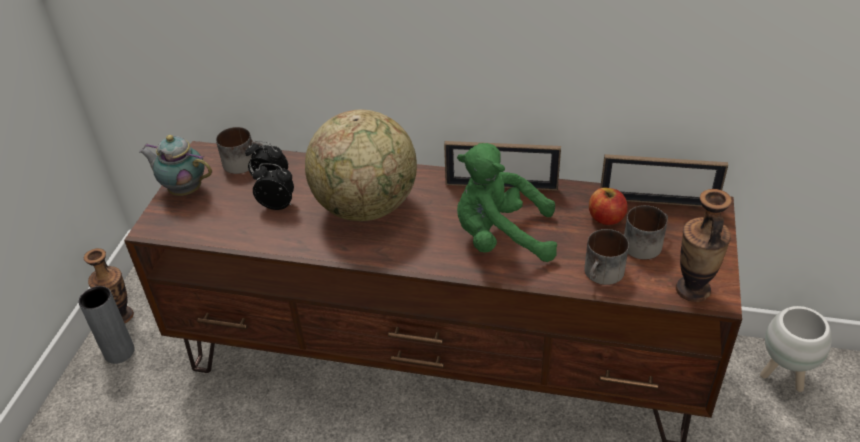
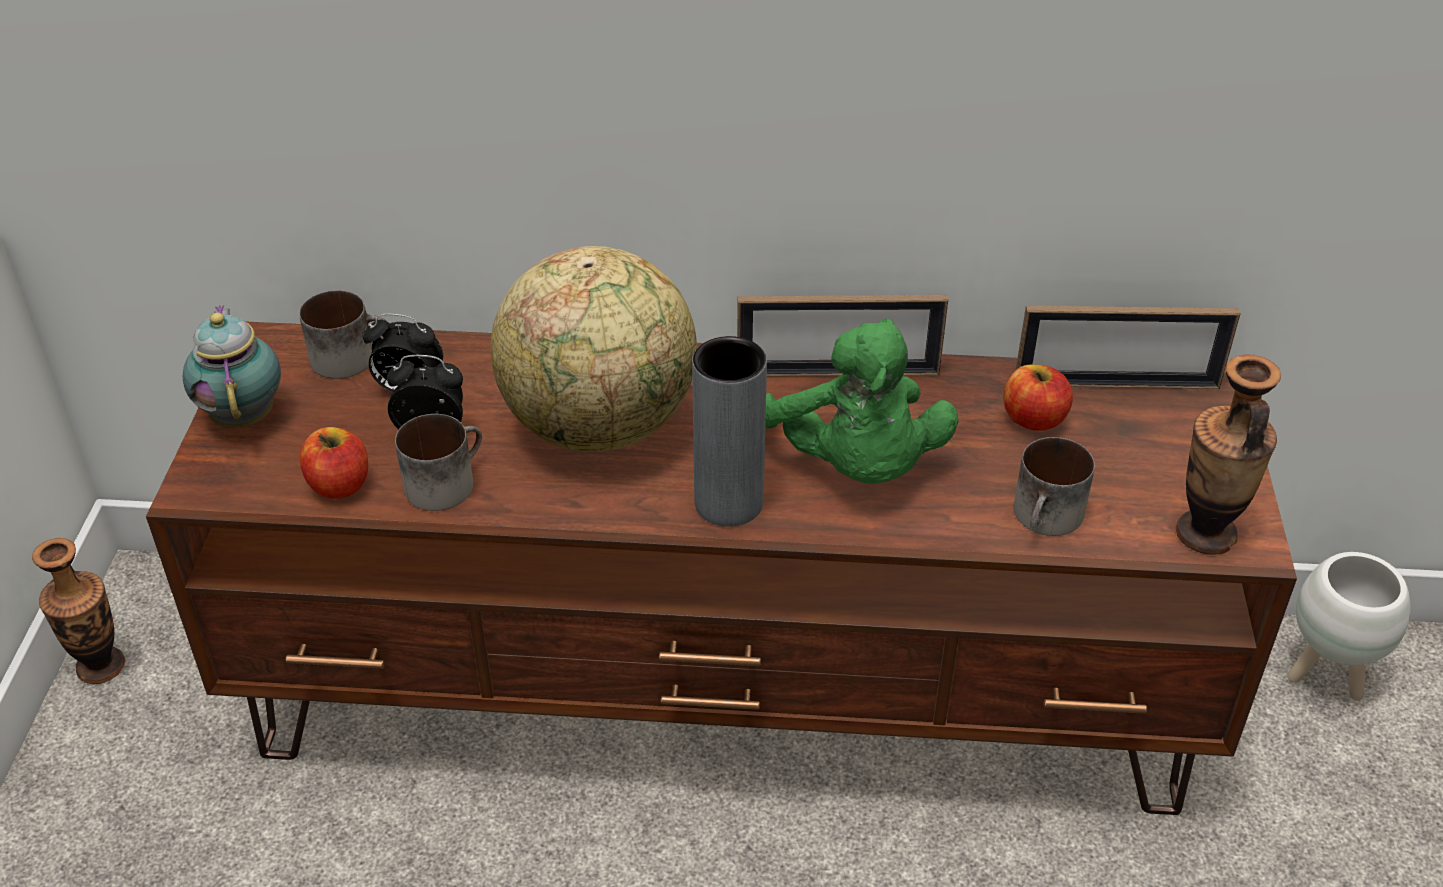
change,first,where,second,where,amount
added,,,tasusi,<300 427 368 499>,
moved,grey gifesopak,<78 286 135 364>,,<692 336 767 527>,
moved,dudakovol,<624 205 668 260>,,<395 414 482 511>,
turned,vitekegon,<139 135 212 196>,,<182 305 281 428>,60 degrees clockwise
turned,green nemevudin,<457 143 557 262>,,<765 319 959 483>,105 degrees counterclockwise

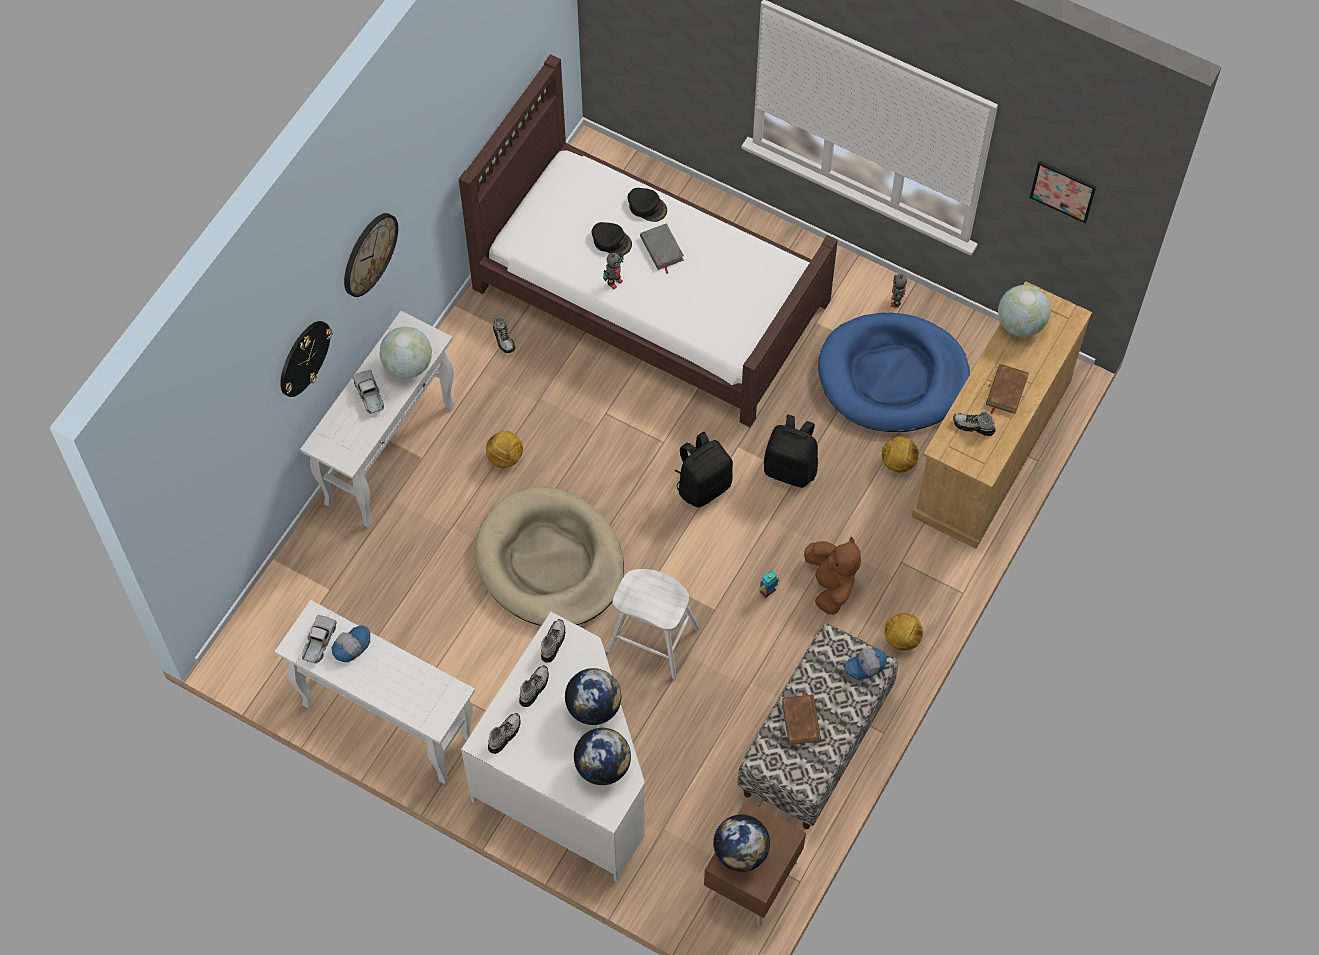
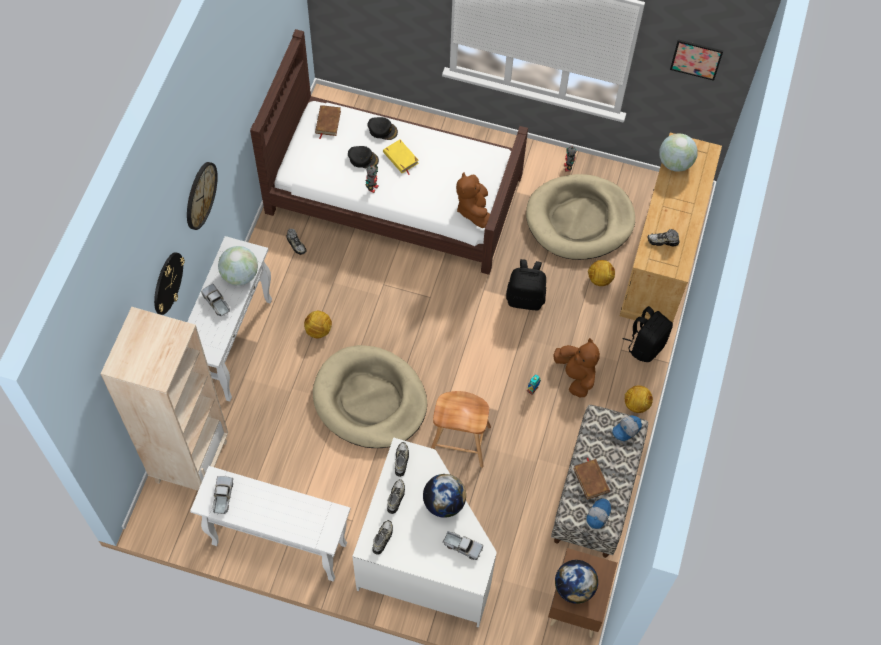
change,first,where,second,where,amount
added,,,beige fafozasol,<101 307 228 491>,
added,,,brown nemevudin,<456 172 490 228>,
moved,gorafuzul,<332 625 370 662>,,<586 499 611 529>,
moved,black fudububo,<675 432 733 508>,,<623 306 673 362>,
moved,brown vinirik,<986 364 1029 414>,,<315 105 341 139>,
replaced,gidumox,<574 728 631 785>,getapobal,<443 531 483 560>,
recoloured,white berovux,<607 569 700 679>,brown berovux,<431 391 491 468>,
recoloured,grey vinirik,<640 223 684 274>,yellow vinirik,<383 140 419 175>,
recoloured,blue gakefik,<818 313 970 432>,beige gakefik,<526 174 635 260>,

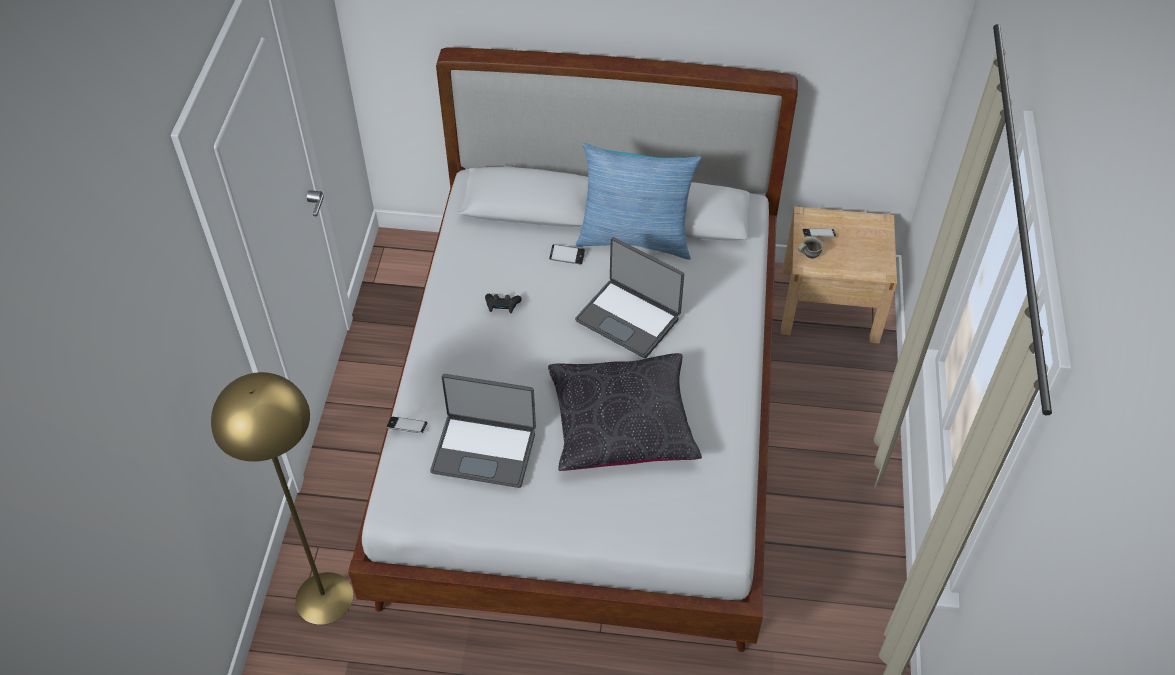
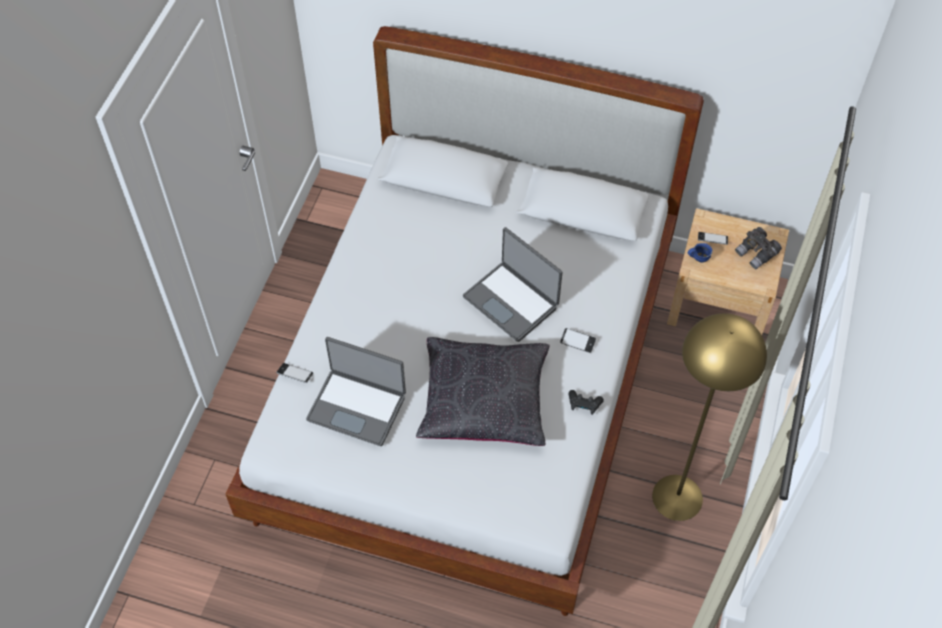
change,first,where,second,where,amount
removed,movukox,<576 143 701 260>,,,
added,,,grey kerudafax,<735 227 782 269>,
moved,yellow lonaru,<211 372 353 625>,,<652 313 767 521>,
moved,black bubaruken,<485 294 522 313>,,<569 390 604 415>,
moved,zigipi,<549 244 585 265>,,<560 328 596 353>,
recoloured,grey dudakovol,<798 238 823 258>,blue dudakovol,<688 243 712 263>,

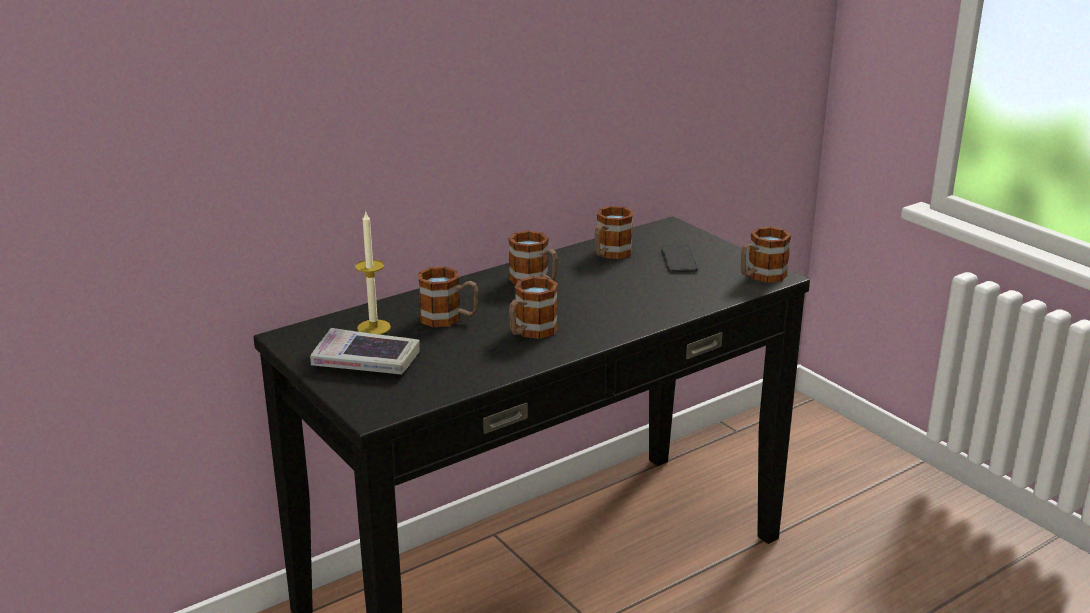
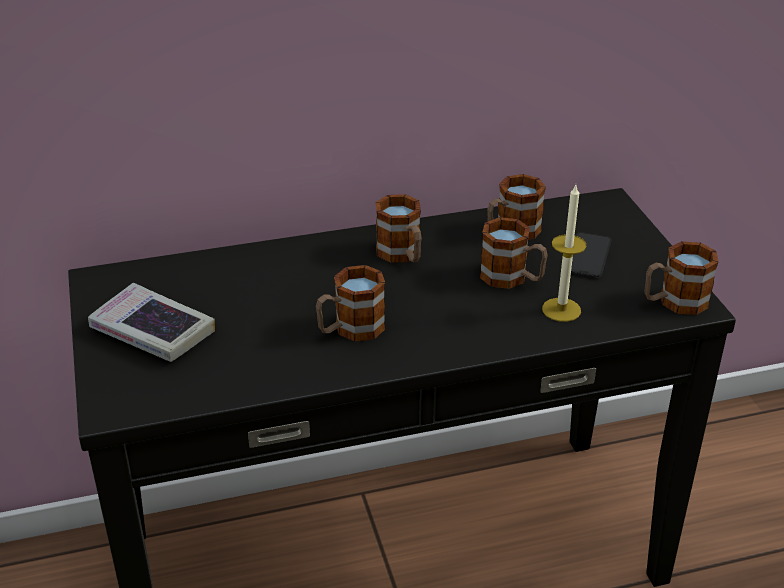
change,first,where,second,where,amount
moved,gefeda,<355 210 391 335>,,<542 185 586 322>,
moved,dudakovol,<418 266 478 327>,,<479 217 548 289>,

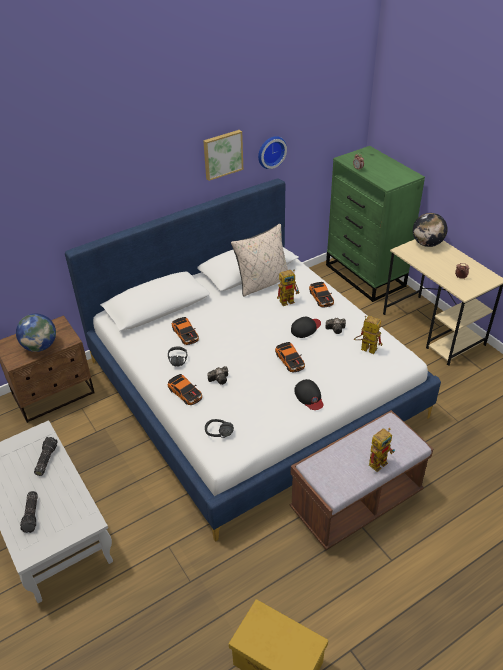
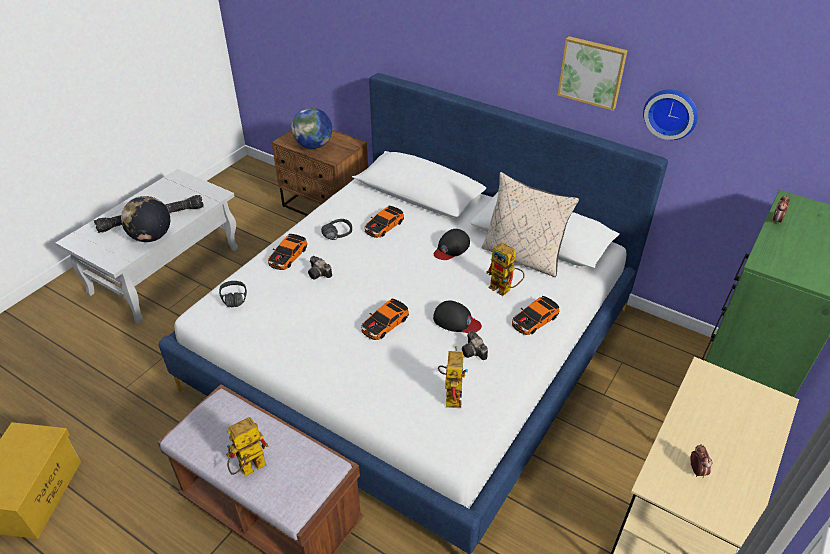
change,first,where,second,where,amount
moved,black gorafuzul,<294 379 323 410>,,<434 229 470 260>,
moved,gidumox,<413 213 448 247>,,<121 196 170 242>,
turned,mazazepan,<369 428 395 472>,,<226 417 269 476>,120 degrees clockwise

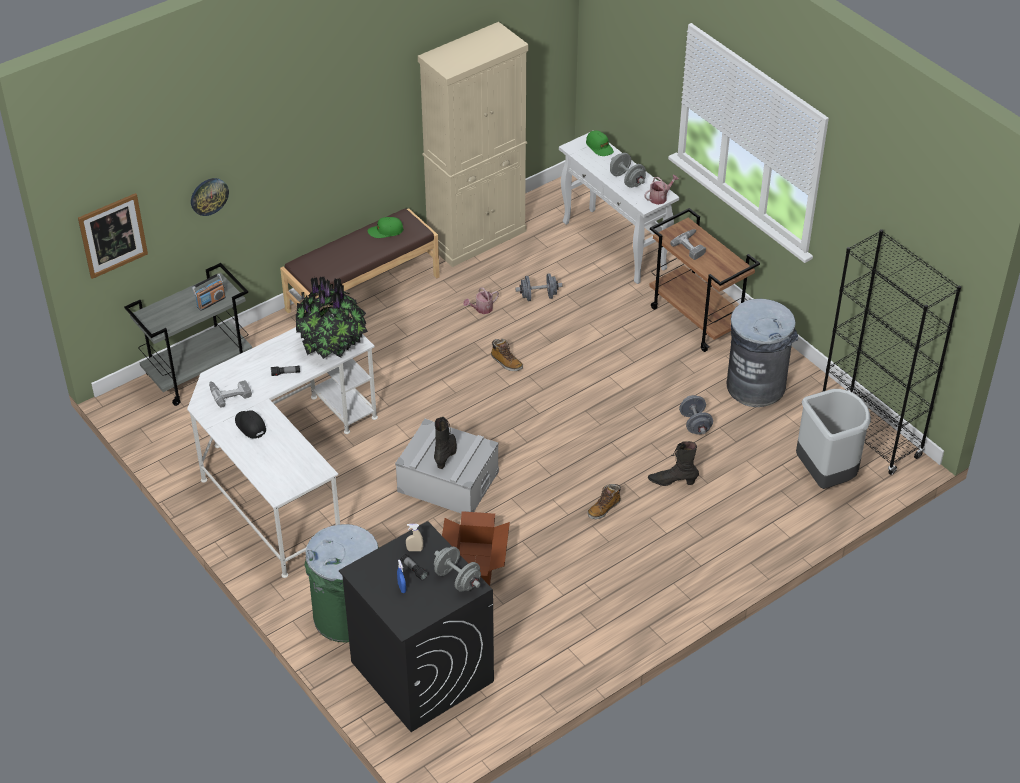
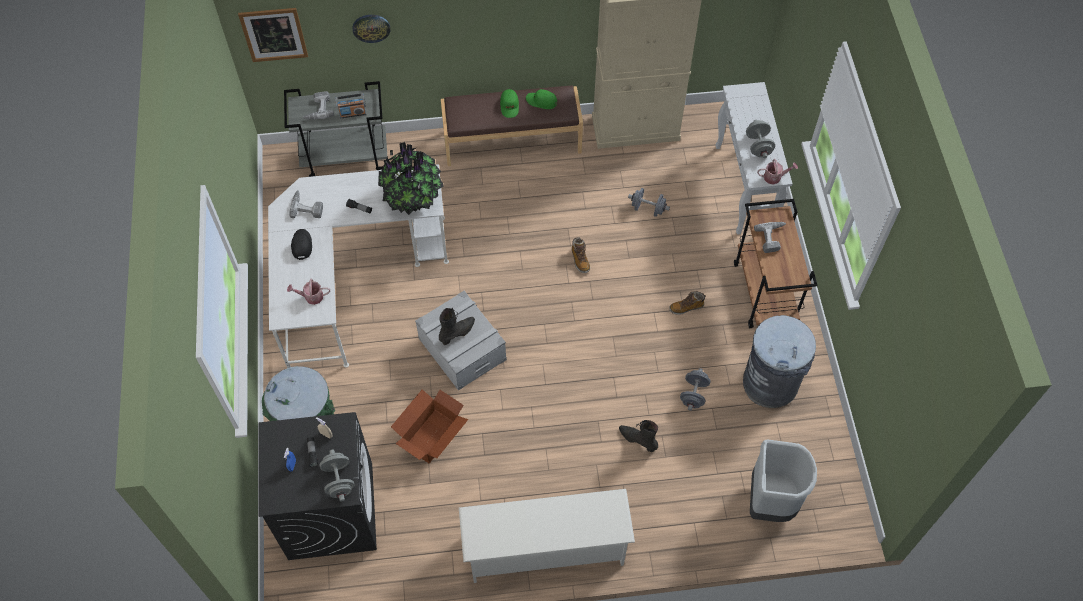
change,first,where,second,where,amount
removed,black fafozasol,<823 229 961 475>,,,
added,,,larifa,<303 91 334 119>,
added,,,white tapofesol,<459 489 635 583>,
moved,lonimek,<463 288 499 314>,,<287 279 330 305>,
moved,green gorafuzul,<586 130 614 156>,,<500 89 519 118>,
moved,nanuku,<587 484 621 519>,,<669 291 706 315>,

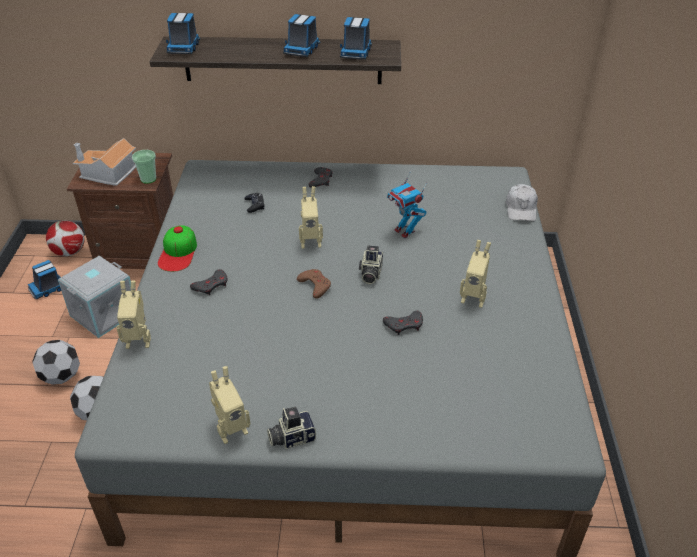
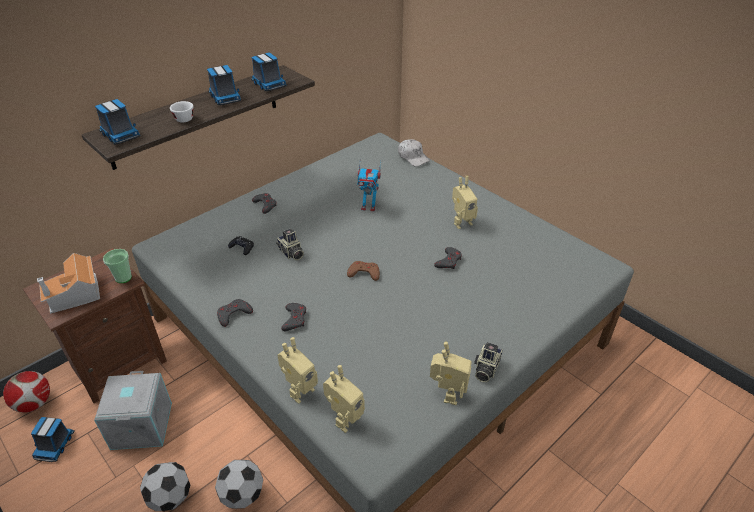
change,first,where,second,where,amount
added,,,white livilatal,<170 101 193 123>,
moved,mazazepan,<299 186 323 249>,,<323 365 365 433>,
moved,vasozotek,<359 245 383 284>,,<276 229 304 260>,
replaced,gorafuzul,<158 225 197 272>,grey bubaruken,<217 299 253 327>,

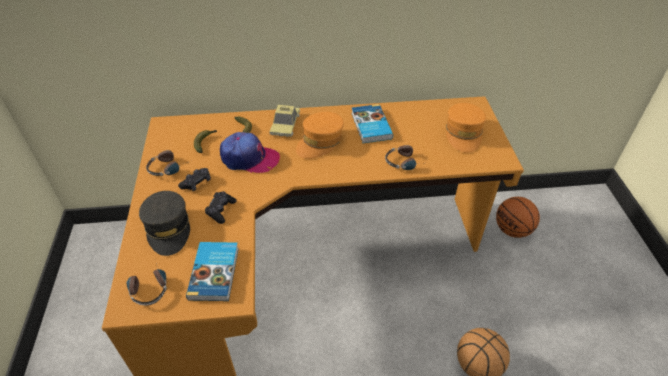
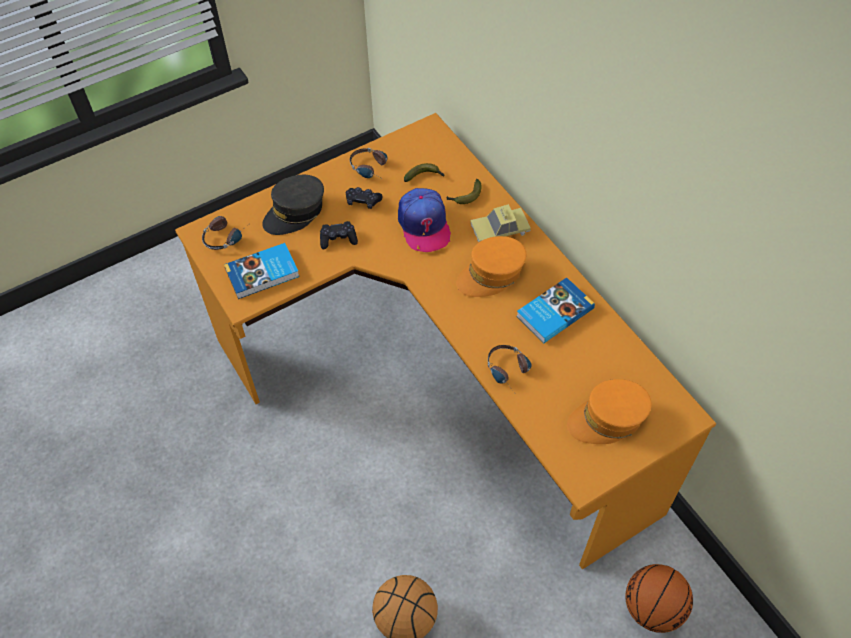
change,first,where,second,where,amount
turned,orange gorafuzul,<296 112 344 159>,,<456 236 526 297>,45 degrees counterclockwise

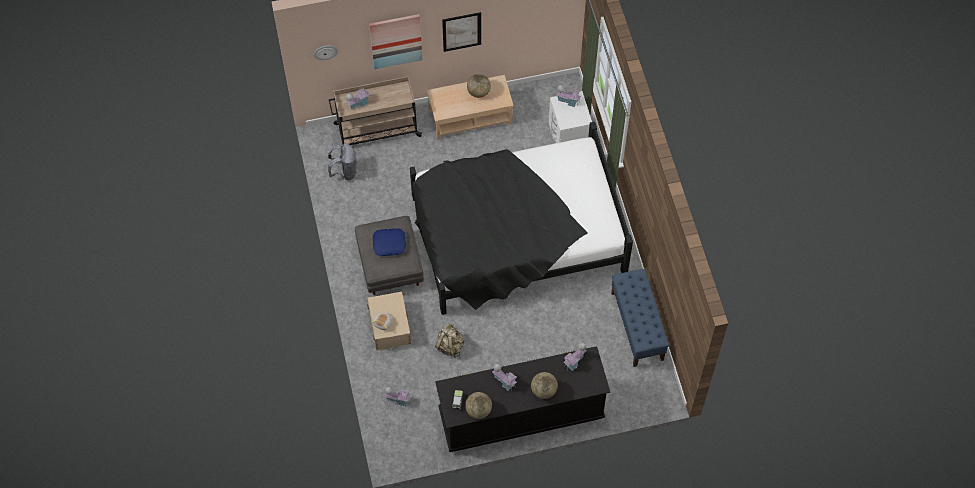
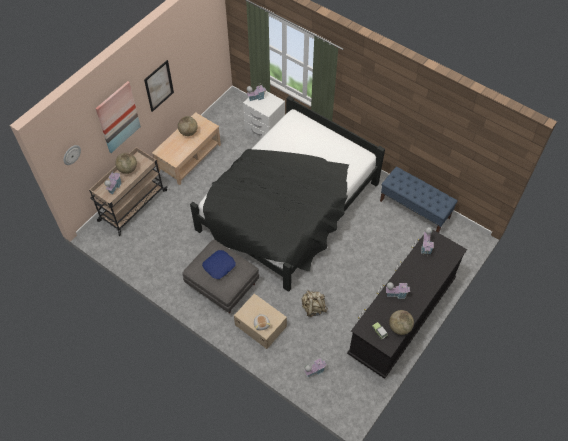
change,first,where,second,where,amount
removed,grey fudububo,<328 143 357 181>,,,
moved,gidumox,<531 372 558 399>,,<115 153 137 174>,

